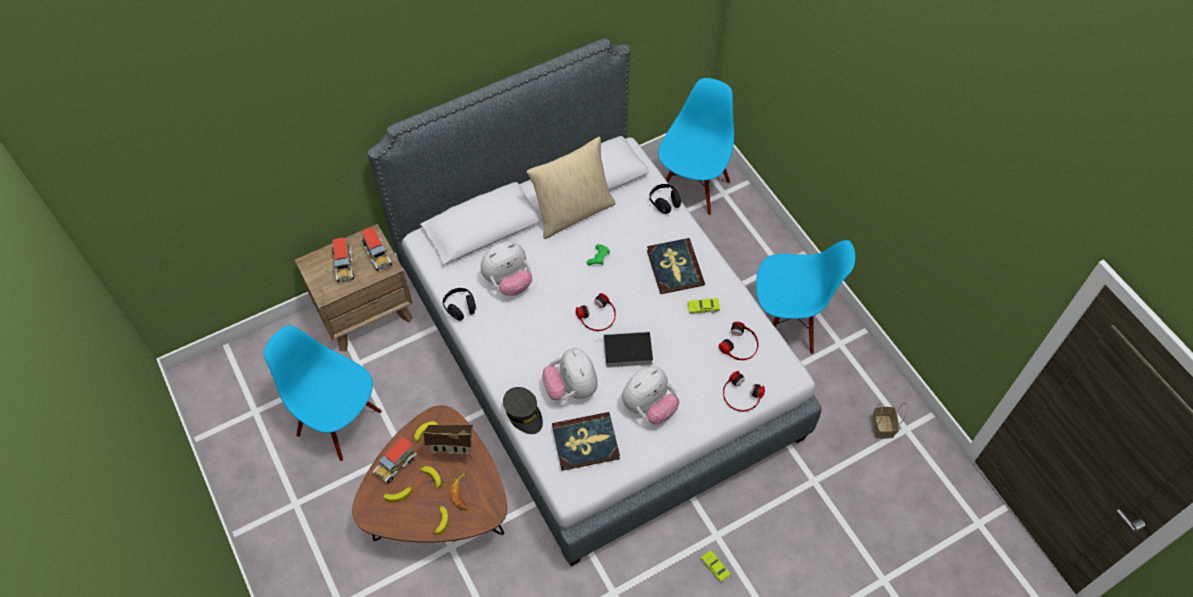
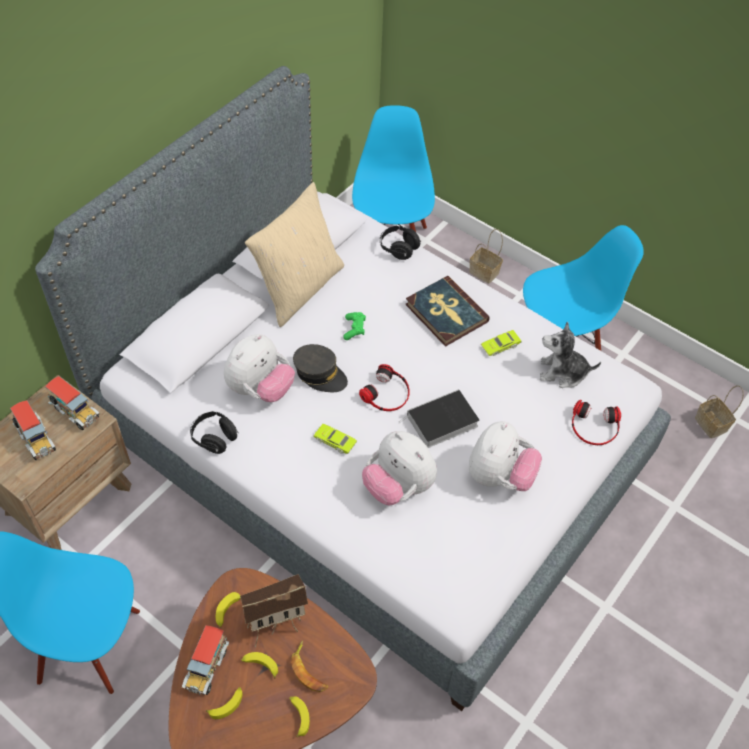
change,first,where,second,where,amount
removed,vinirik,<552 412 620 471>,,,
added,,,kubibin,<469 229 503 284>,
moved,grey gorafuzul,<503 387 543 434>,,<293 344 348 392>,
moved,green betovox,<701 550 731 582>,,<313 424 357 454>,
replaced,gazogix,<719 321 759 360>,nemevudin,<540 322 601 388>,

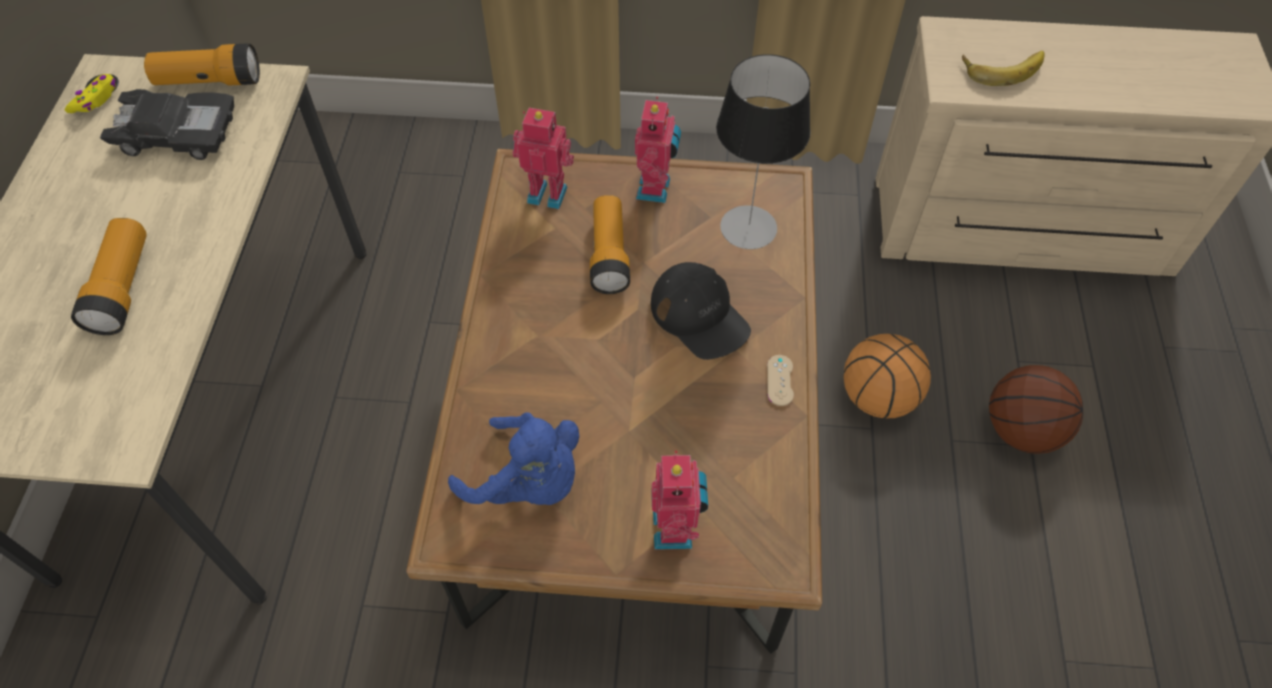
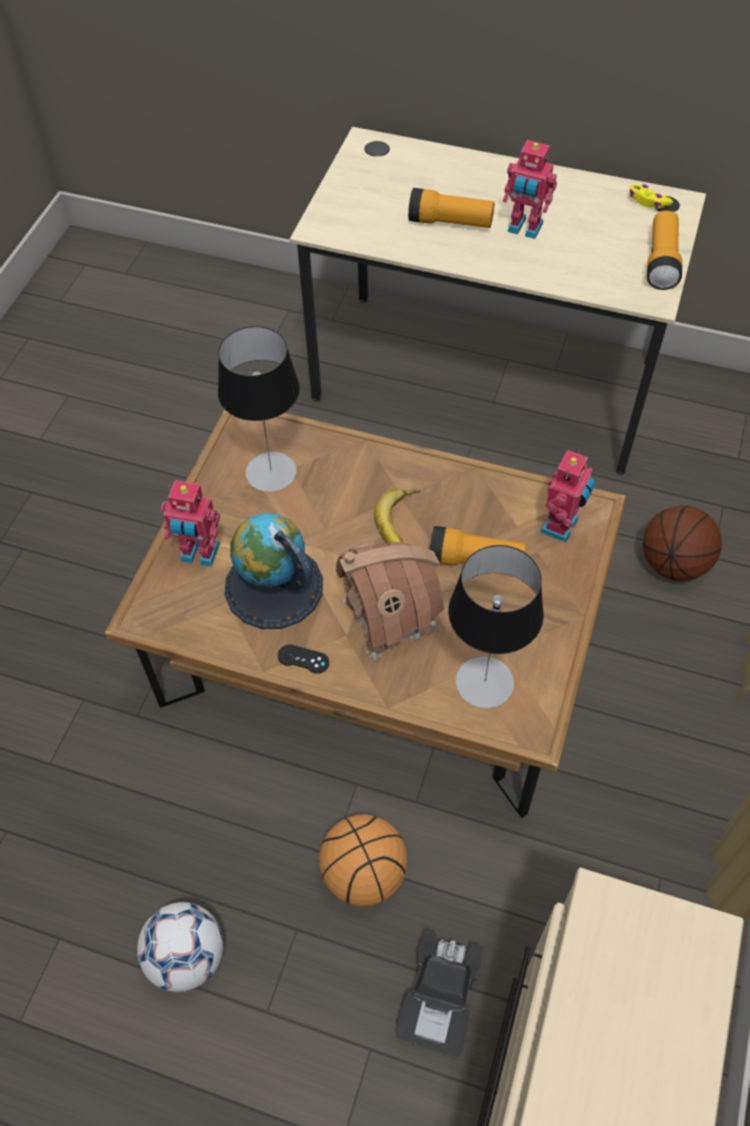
change,first,where,second,where,amount
added,,,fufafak,<137 902 223 992>,
added,,,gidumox,<225 513 323 629>,
moved,black betovox,<100 89 234 160>,,<396 930 483 1057>,
moved,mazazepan,<635 97 681 203>,,<503 140 557 239>,
moved,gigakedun,<962 51 1045 86>,,<374 488 420 543>,
moved,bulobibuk,<989 365 1083 454>,,<643 506 722 581>,
replaced,blue nemevudin,<448 412 579 505>,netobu,<218 326 300 492>,
replaced,black gorafuzul,<651 262 751 360>,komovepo,<336 542 444 660>,
recoloured,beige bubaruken,<767 355 794 406>,black bubaruken,<278 644 329 674>,

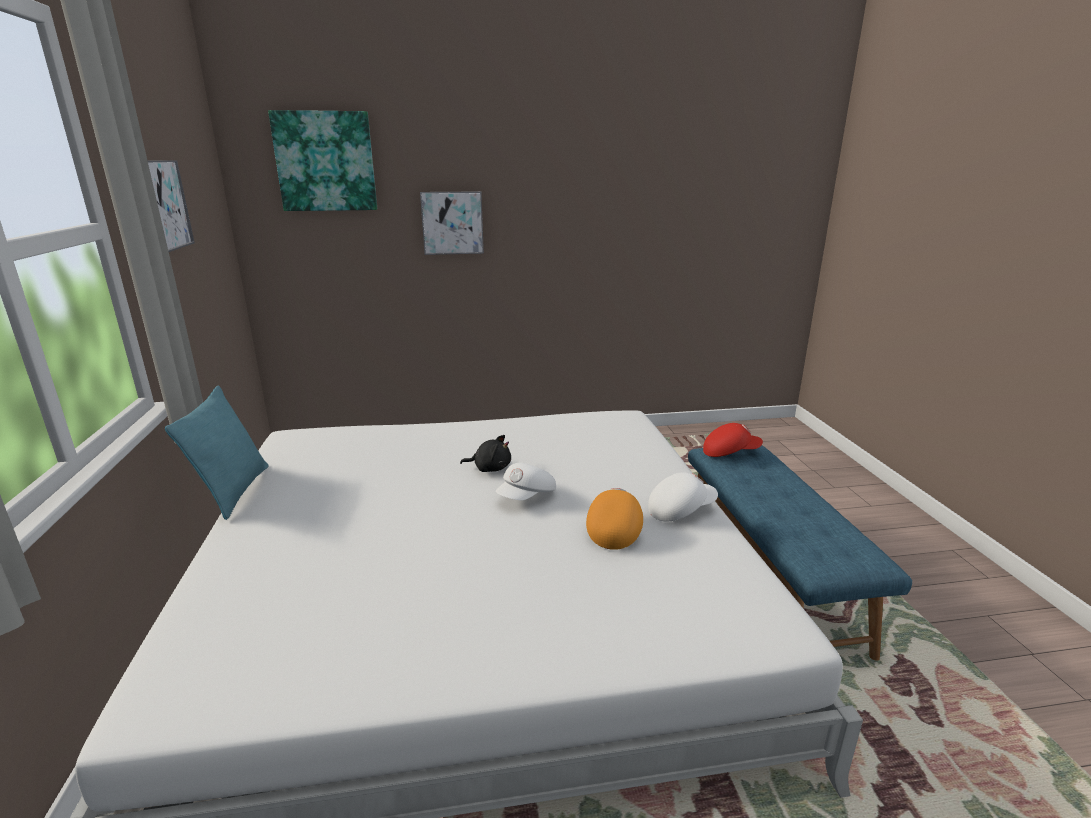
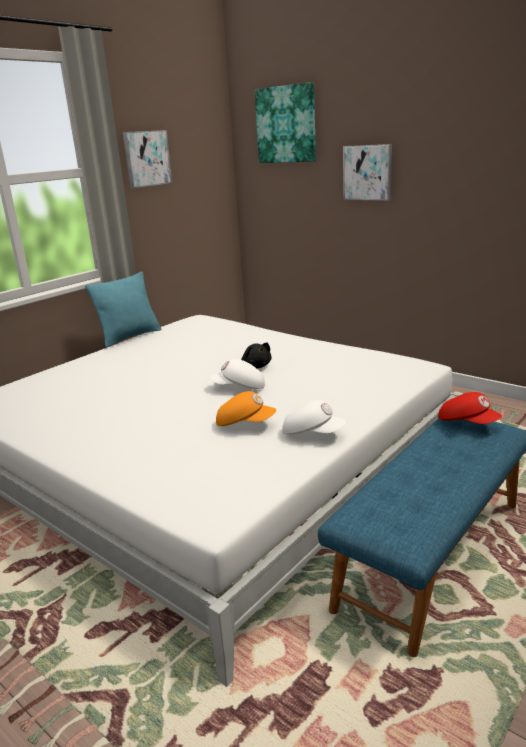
change,first,where,second,where,amount
turned,orange gorafuzul,<586 488 643 550>,,<216 391 276 426>,45 degrees clockwise

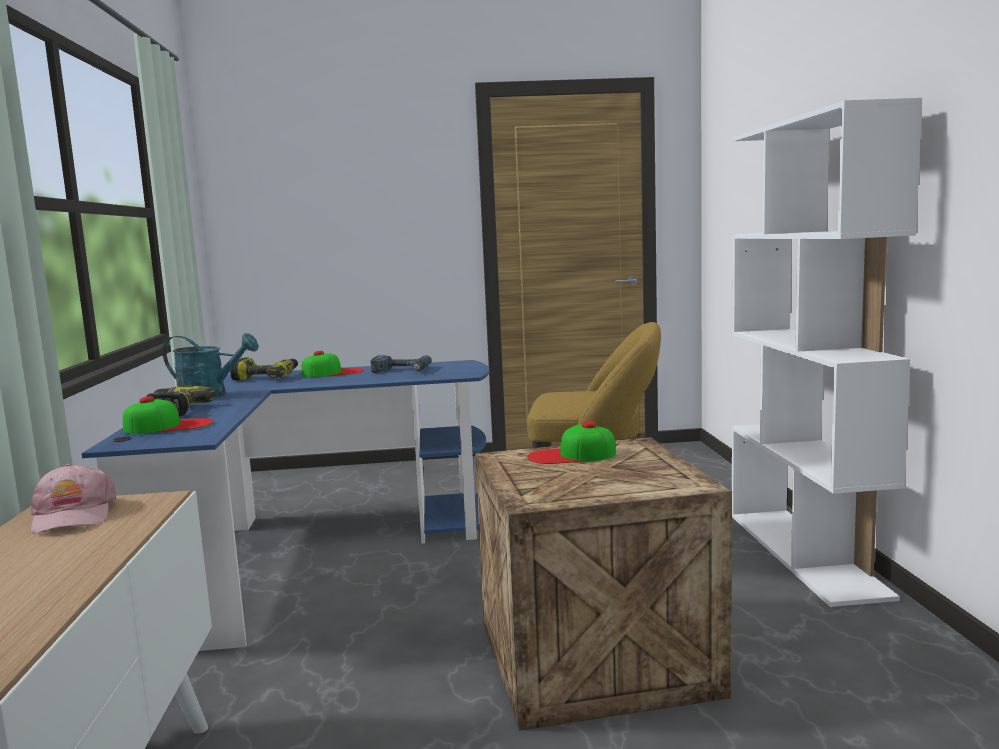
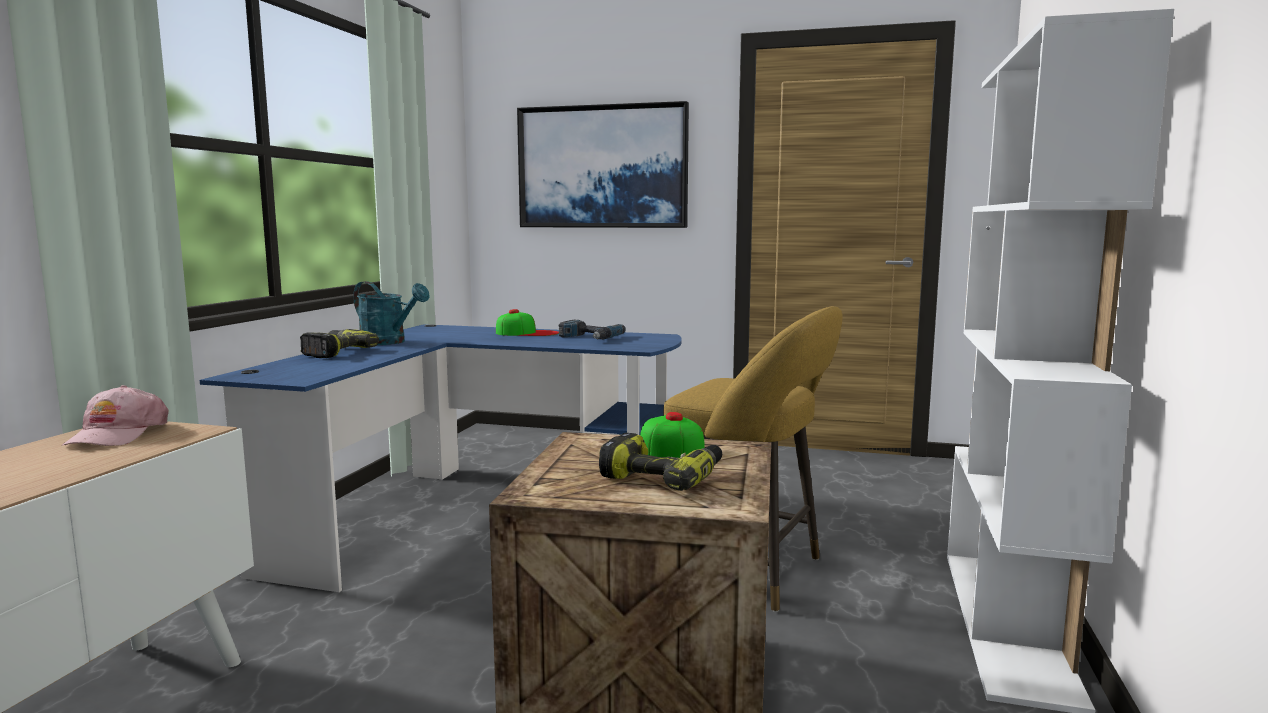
change,first,where,second,where,amount
removed,gorafuzul,<123 396 213 434>,,,
added,,,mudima,<517 101 689 228>,
moved,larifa,<230 358 298 380>,,<599 433 722 491>,

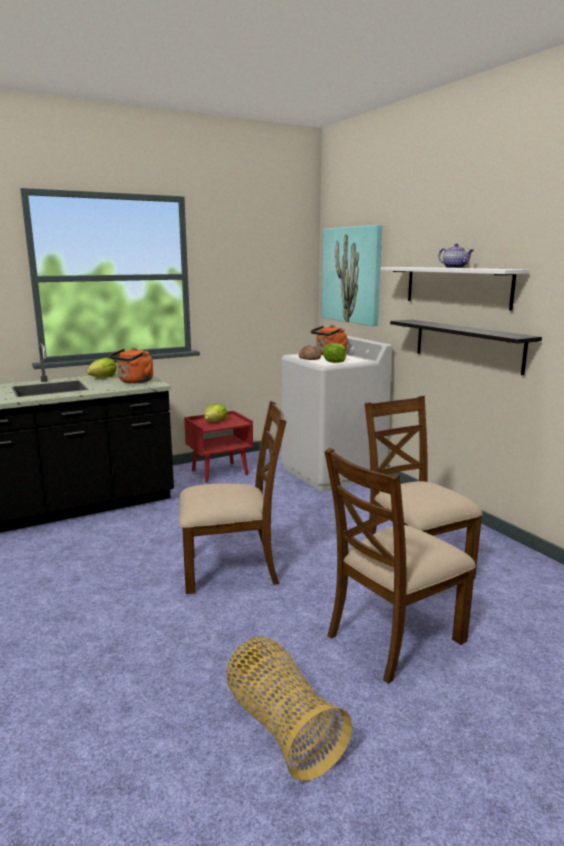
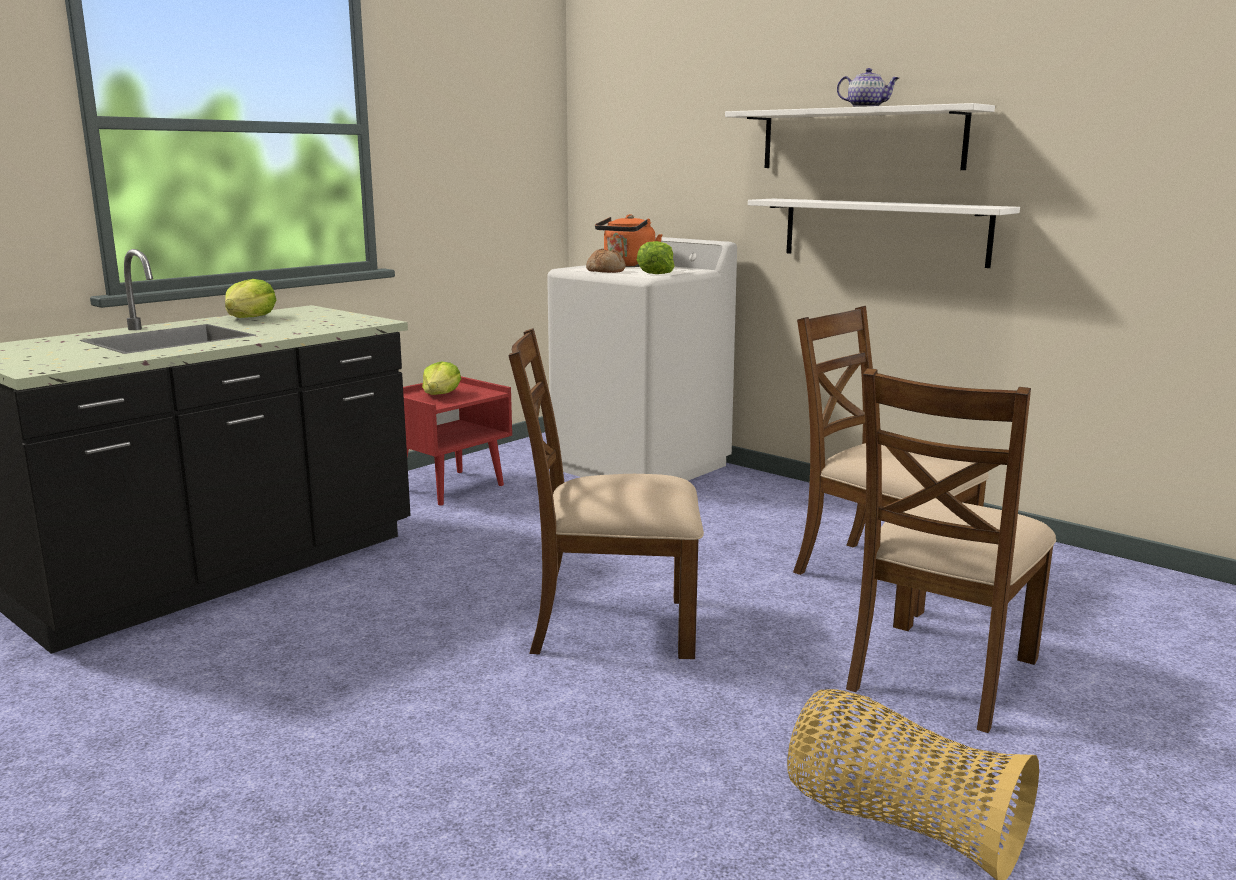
change,first,where,second,where,amount
removed,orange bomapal,<109 348 153 383>,,,
removed,mudima,<322 225 382 326>,,,
recoloured,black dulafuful,<390 320 542 375>,white dulafuful,<748 199 1020 268>,
turned,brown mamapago,<179 401 287 594>,,<508 328 704 659>,150 degrees counterclockwise

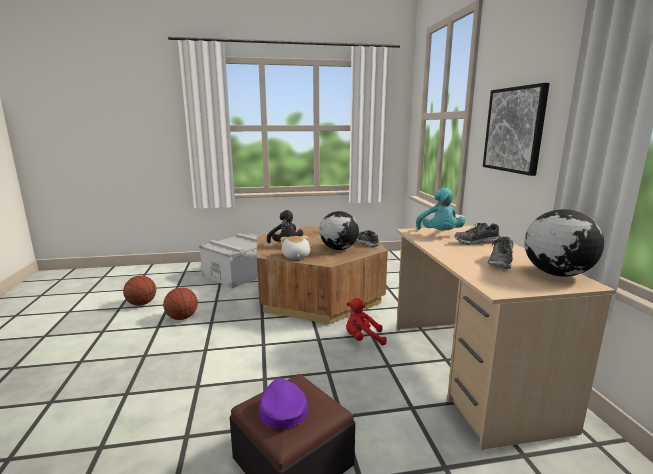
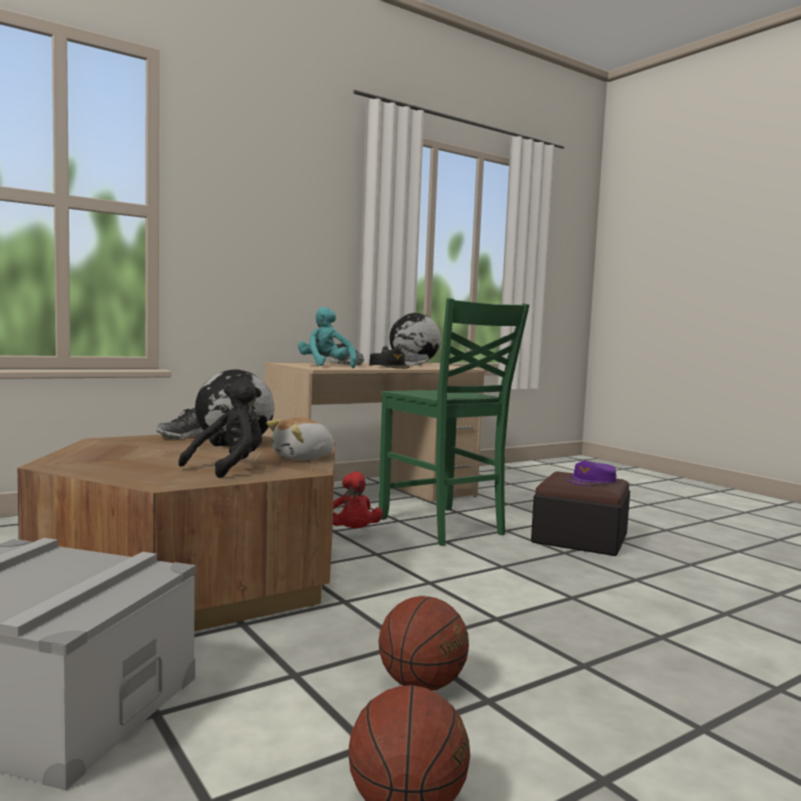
change,first,where,second,where,amount
removed,mudima,<483 83 550 176>,,,
added,,,black gorafuzul,<369 349 410 369>,
added,,,green mamapago,<379 298 530 546>,
turned,turquoise nemevudin,<416 188 465 231>,,<298 307 357 368>,90 degrees counterclockwise

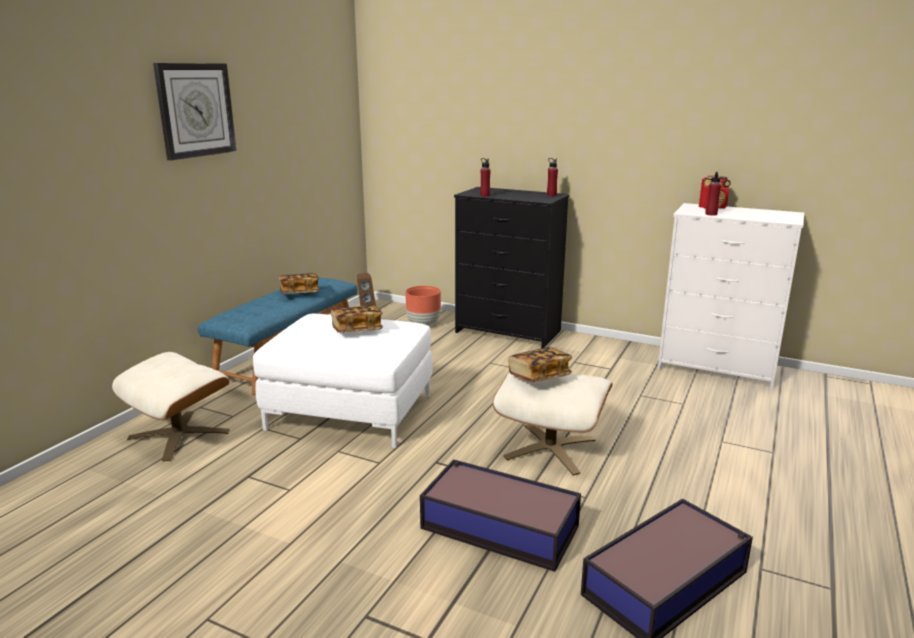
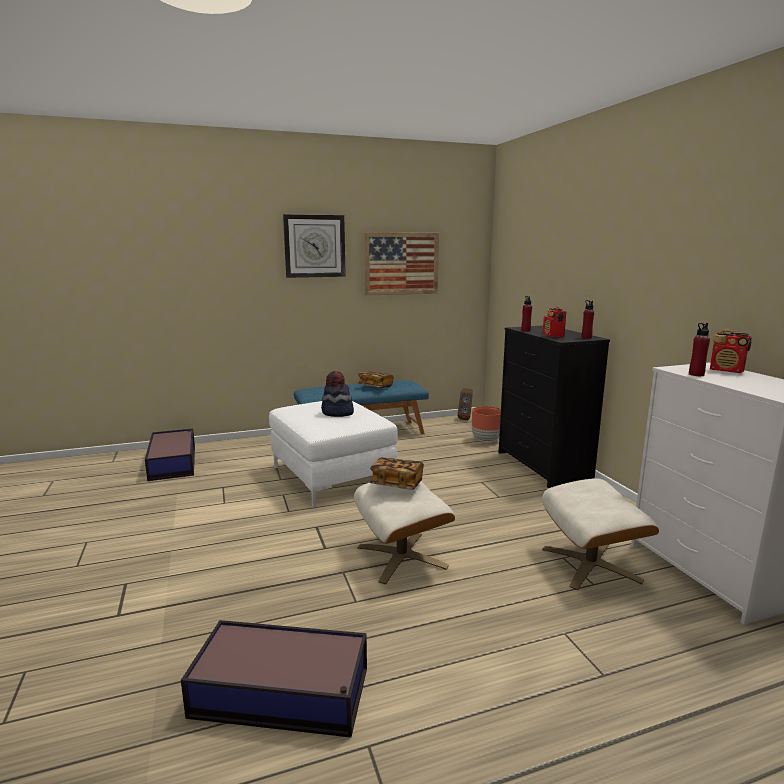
change,first,where,second,where,amount
added,,,mudima,<364 232 439 296>,
added,,,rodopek,<543 306 566 338>,
moved,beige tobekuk,<112 352 230 462>,,<542 478 659 590>,
moved,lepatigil,<420 459 581 572>,,<145 429 195 481>,
replaced,vinirik,<331 305 383 333>,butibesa,<321 371 354 417>,

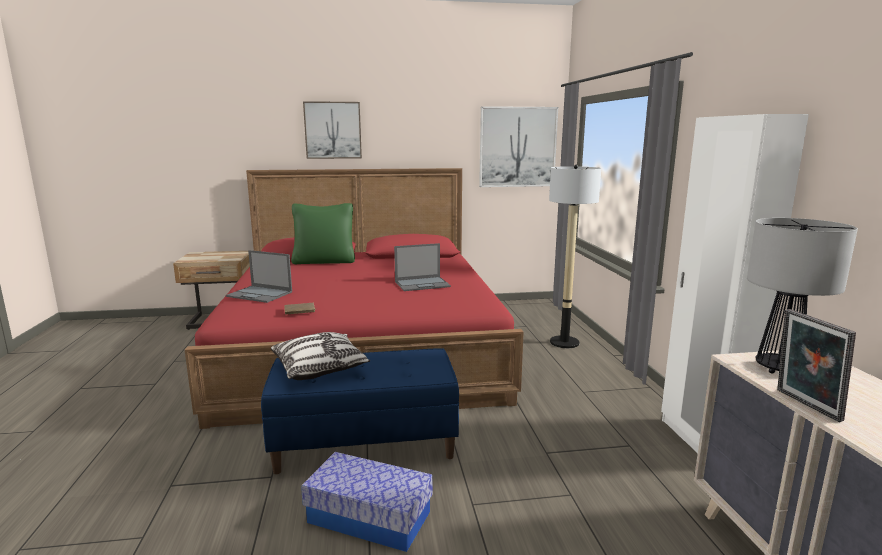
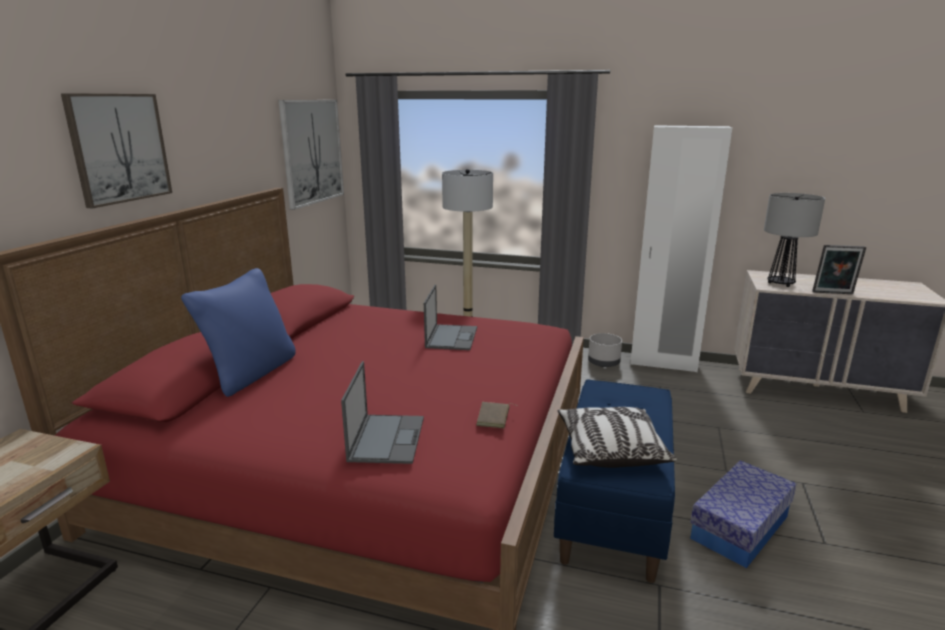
change,first,where,second,where,amount
added,,,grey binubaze,<588 333 622 367>,
recoloured,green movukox,<291 203 355 264>,blue movukox,<181 268 296 397>,
turned,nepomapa,<226 250 292 303>,,<341 361 424 464>,45 degrees counterclockwise

